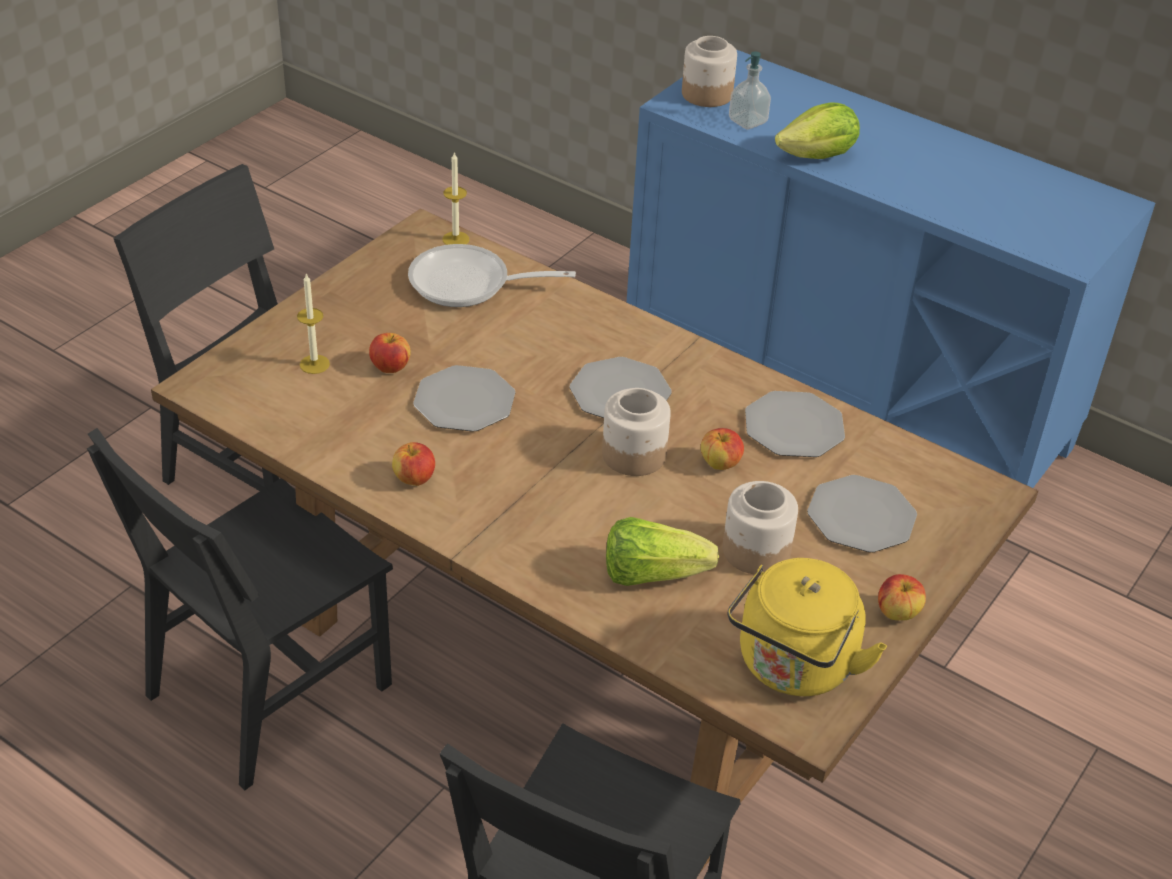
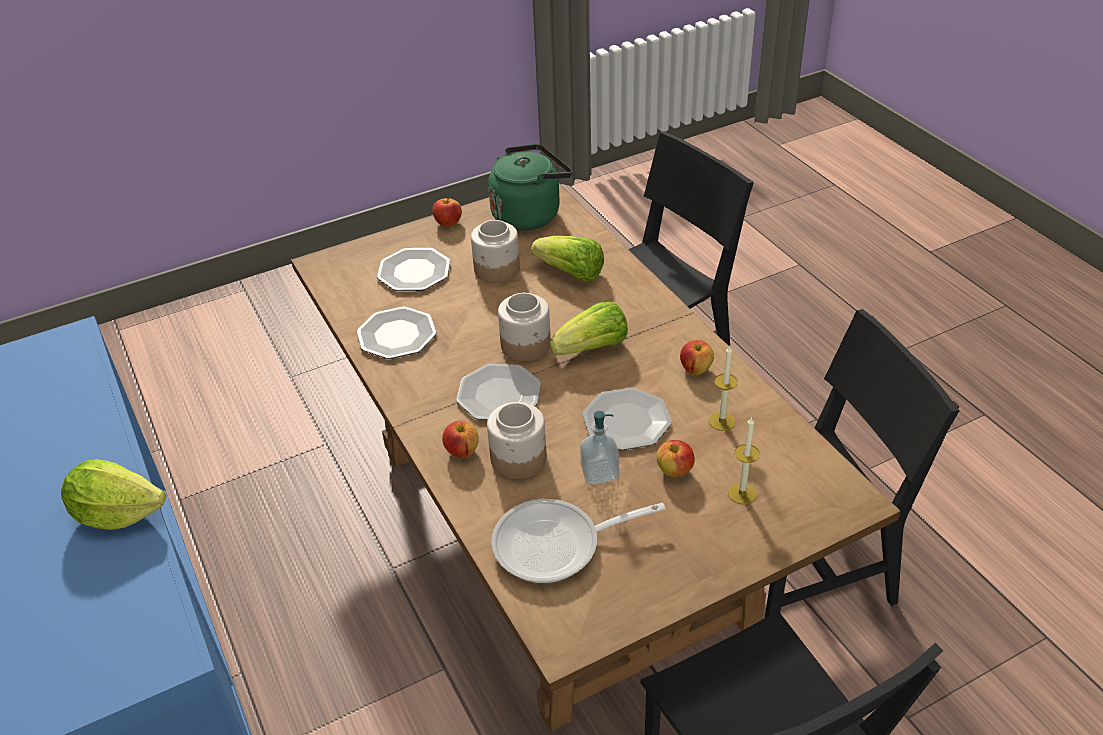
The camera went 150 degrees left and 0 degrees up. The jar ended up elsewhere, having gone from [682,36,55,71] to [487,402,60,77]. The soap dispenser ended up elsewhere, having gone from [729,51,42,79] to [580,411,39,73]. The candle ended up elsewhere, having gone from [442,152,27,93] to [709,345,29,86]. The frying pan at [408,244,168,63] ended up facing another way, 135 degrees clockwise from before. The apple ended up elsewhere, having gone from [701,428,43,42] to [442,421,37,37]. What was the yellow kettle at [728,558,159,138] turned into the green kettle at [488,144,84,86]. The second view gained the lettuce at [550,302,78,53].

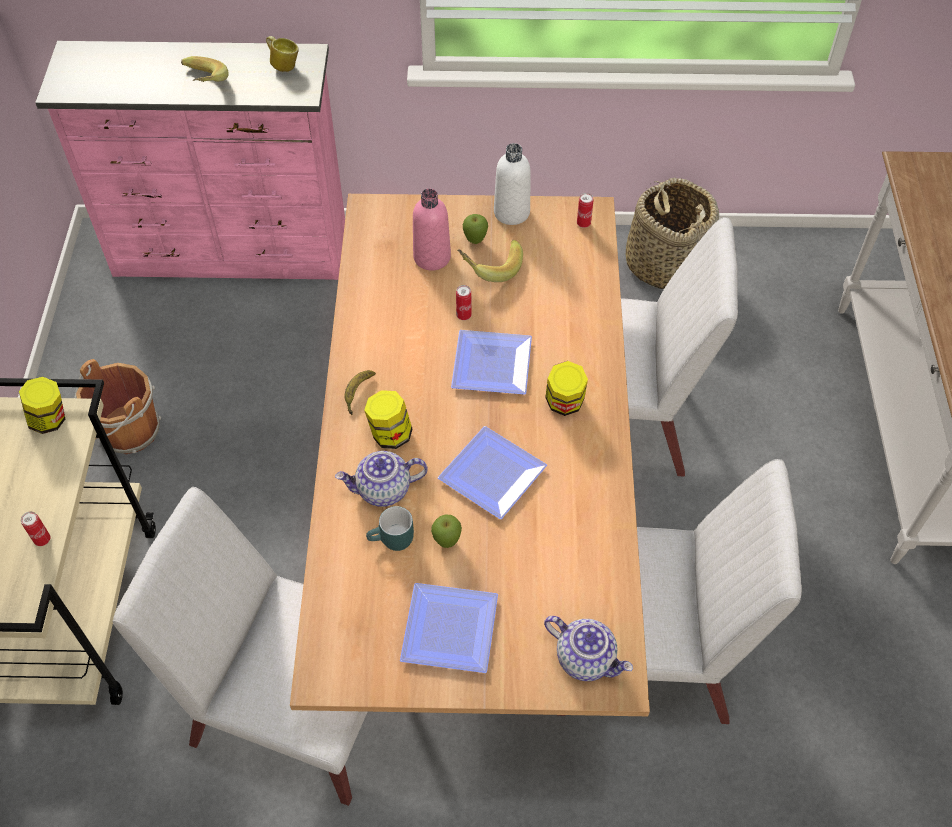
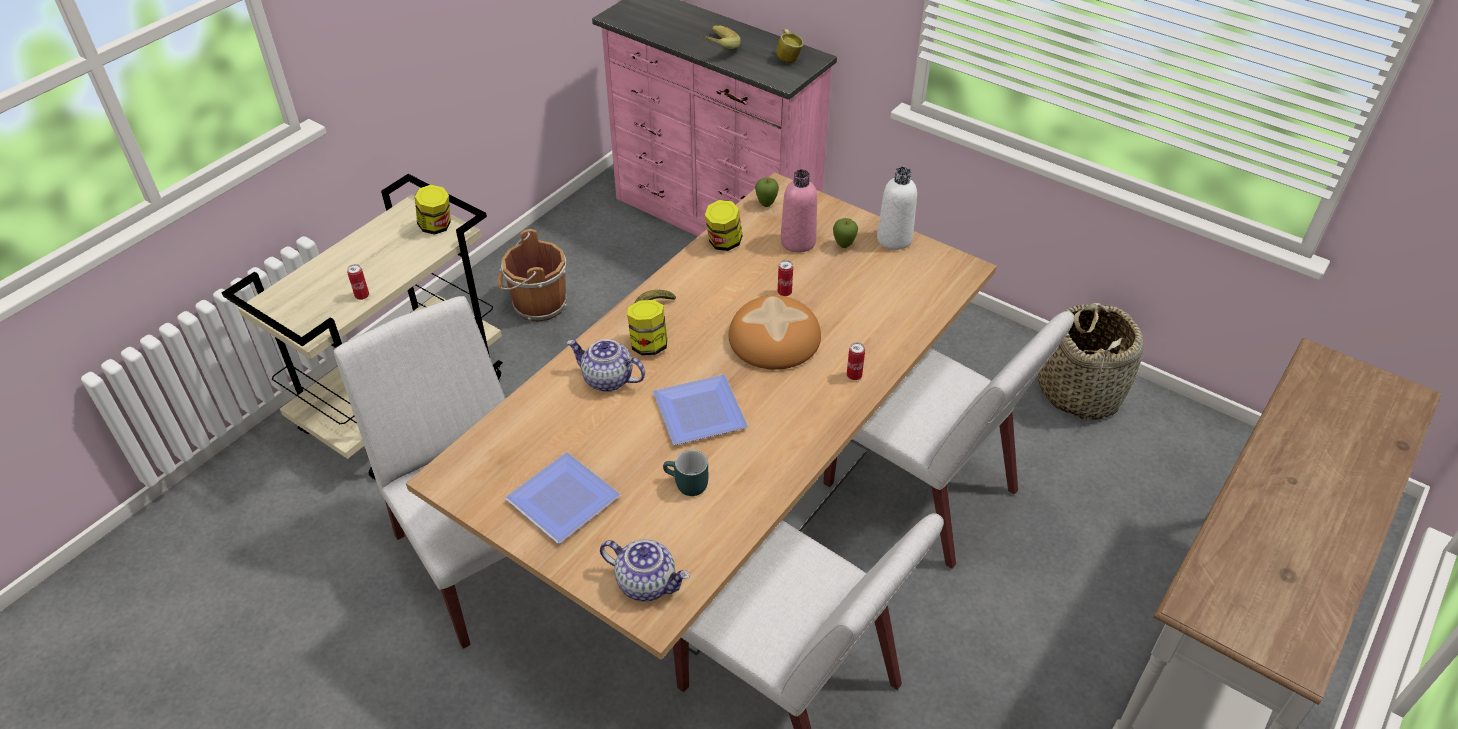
The camera went 35 degrees right and 10 degrees down. The can ended up elsewhere, having gone from [577,193,17,35] to [847,342,18,38]. The second view lost the banana at [457,240,66,42]. Where the plate stood at [451,330,81,65], the bread came to stand at [729,295,92,75]. The jar ended up elsewhere, having gone from [545,361,43,55] to [705,200,38,51]. The turquoise mug ended up elsewhere, having gone from [366,506,48,45] to [663,450,45,46]. The apple ended up elsewhere, having gone from [431,515,31,33] to [755,178,24,29]. The teapot at [544,616,89,65] ended up facing another way, 45 degrees counterclockwise from before.

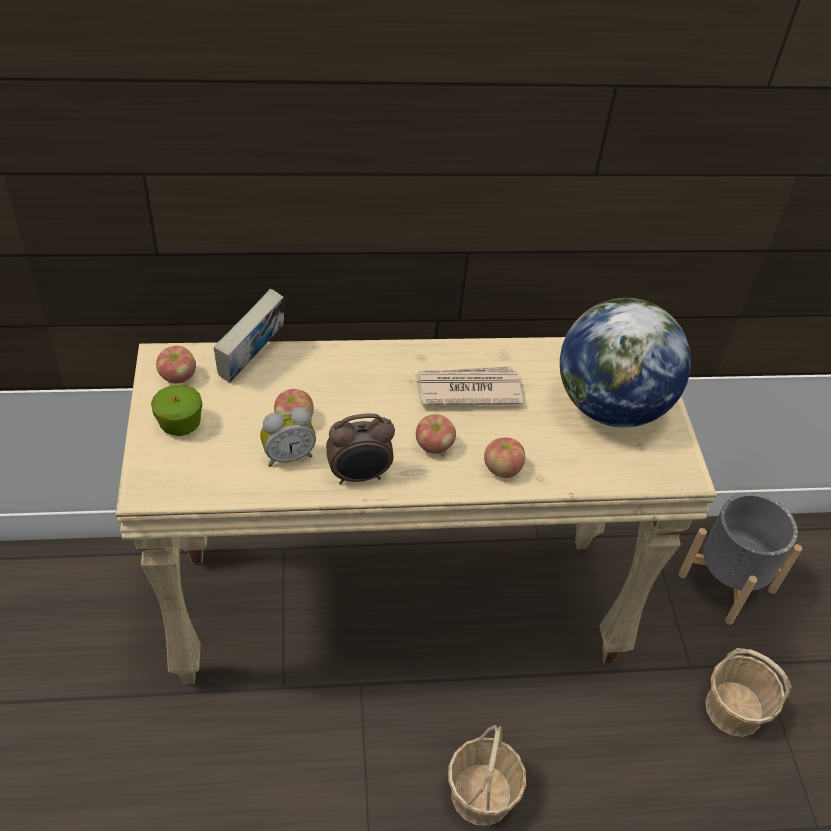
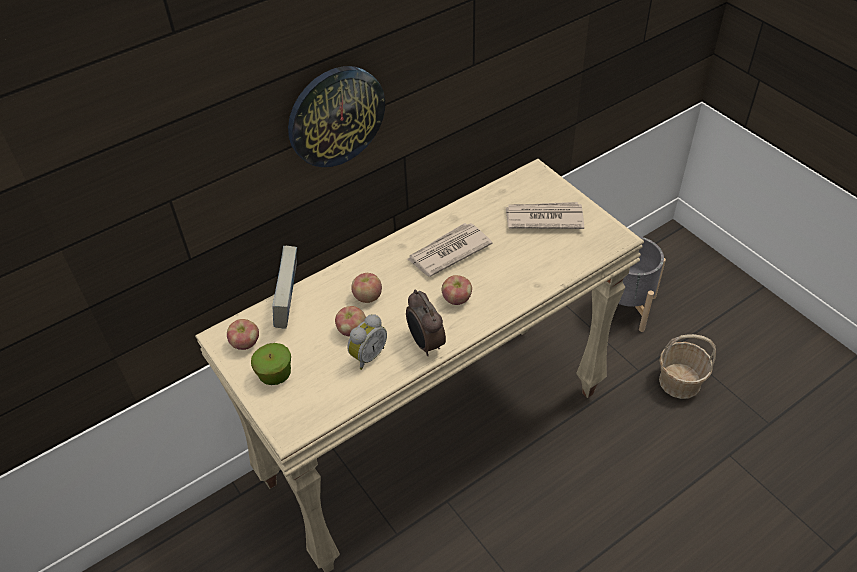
The camera went 25 degrees left and 0 degrees up. Where the globe stood at [560,298,131,129], the newspaper came to stand at [505,202,79,27]. The alarm clock at [326,413,69,71] ended up facing another way, 105 degrees clockwise from before. The apple ended up elsewhere, having gone from [484,437,41,41] to [351,273,31,30]. The second view lost the basket at [448,725,78,101]. The second view gained the wall clock at [288,66,97,101].

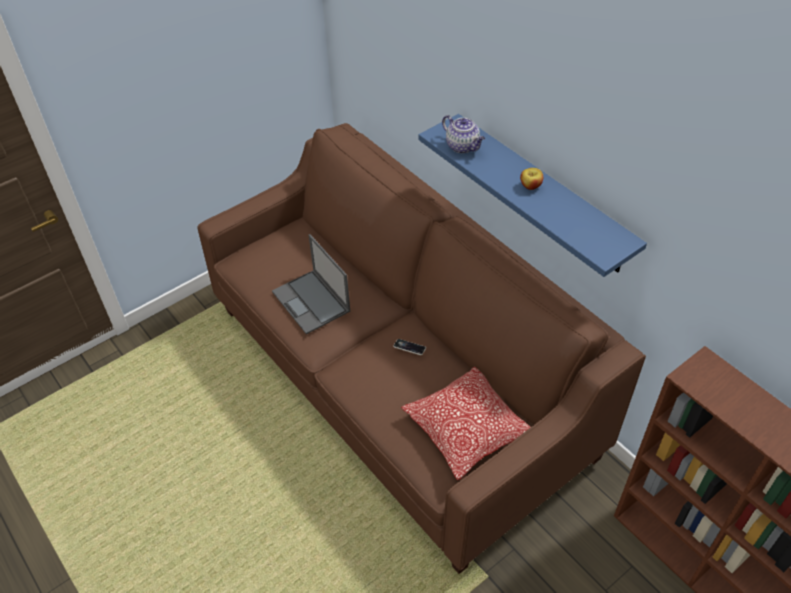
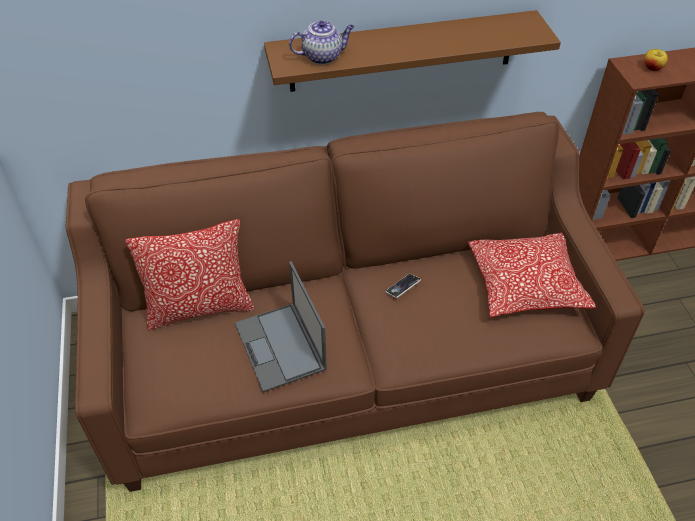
The camera went 65 degrees left and 0 degrees up. What was the blue shelf at [418,114,229,163] turned into the brown shelf at [264,10,297,82]. The apple ended up elsewhere, having gone from [520,168,23,22] to [644,49,24,22]. The laptop at [272,234,78,100] ended up facing another way, 75 degrees clockwise from before. The second view gained the pillow at [126,219,128,111].

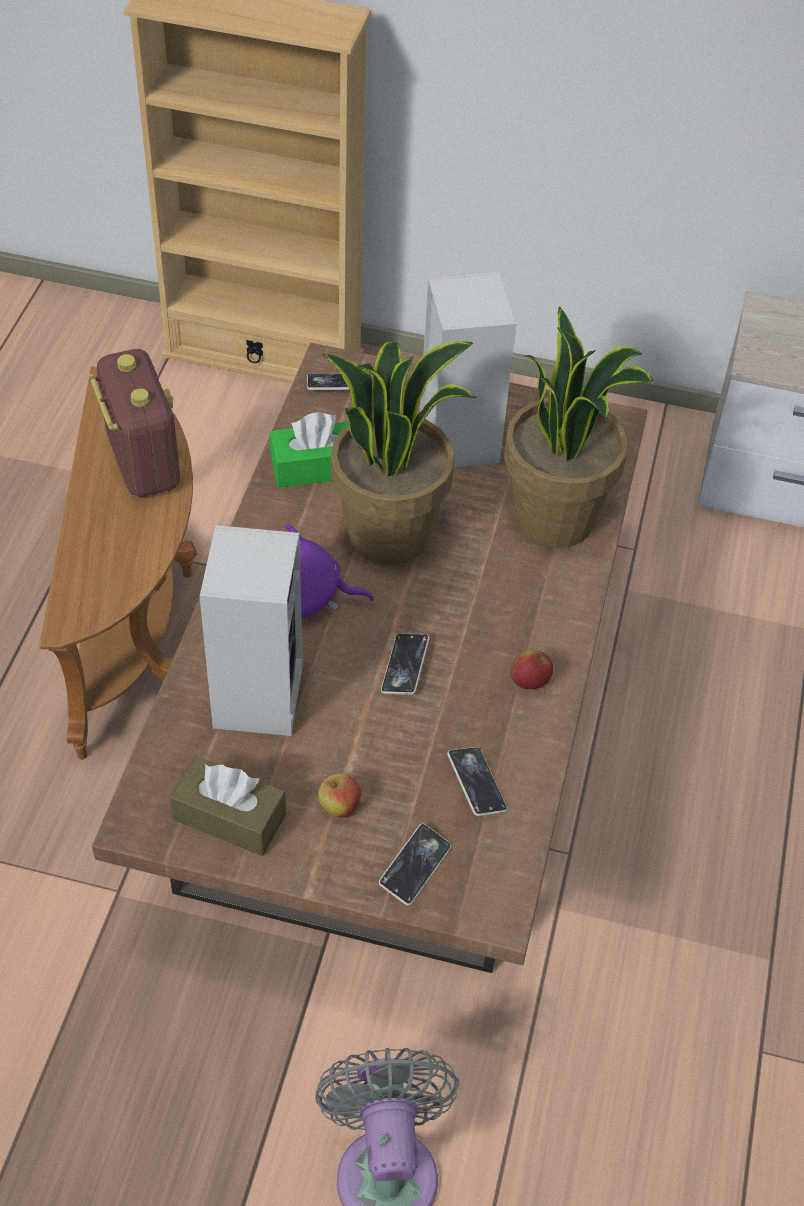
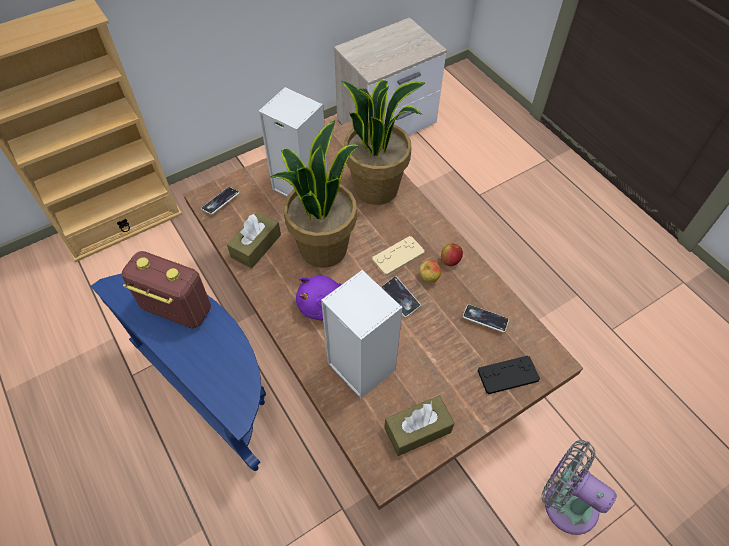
The camera went 45 degrees left and 5 degrees up. What was the brown side table at [39,367,158,393] turned into the blue side table at [90,274,176,197]. What was the green tissue box at [270,412,79,76] turned into the brown tissue box at [227,211,54,58]. The apple ended up elsewhere, having gone from [318,773,43,45] to [419,260,22,22]. Where the phone stood at [378,823,73,82], the black game controller came to stand at [478,356,62,38]. The second view gained the beige game controller at [372,236,53,40].

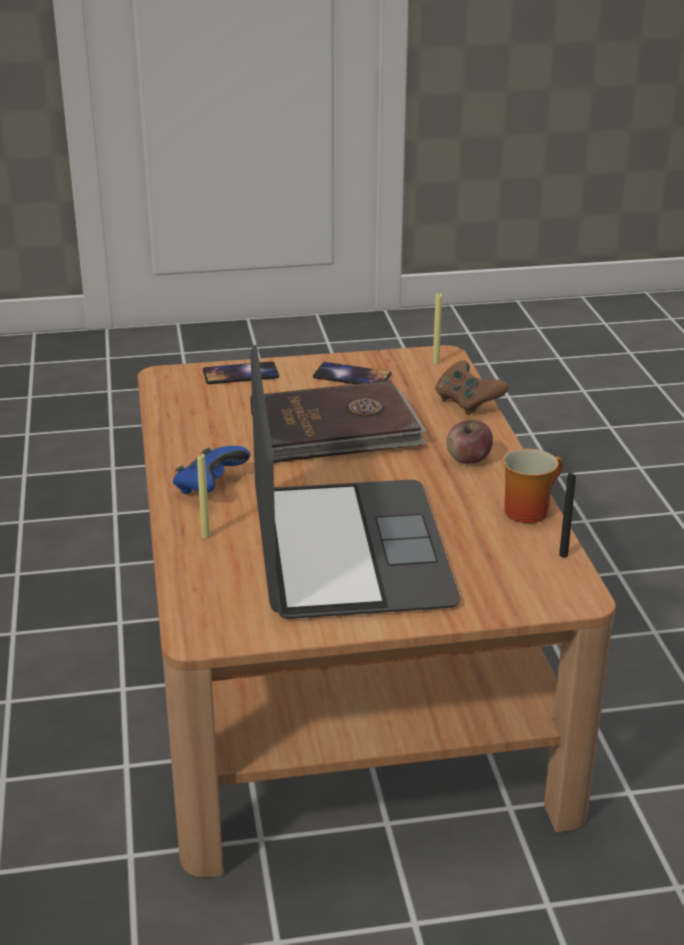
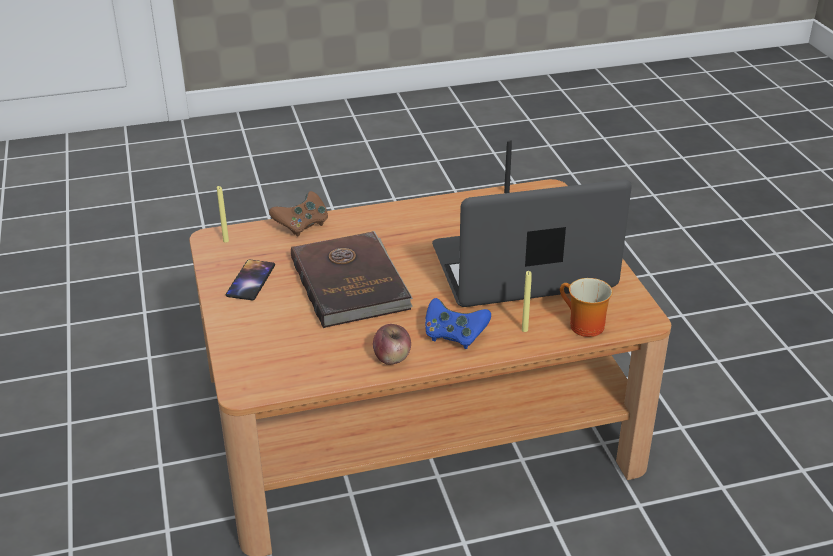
The camera went 95 degrees left and 5 degrees up. The second view lost the phone at [203,361,76,23]. The apple ended up elsewhere, having gone from [446,420,47,44] to [373,324,38,41]. The mug ended up elsewhere, having gone from [503,448,60,75] to [560,278,53,59].

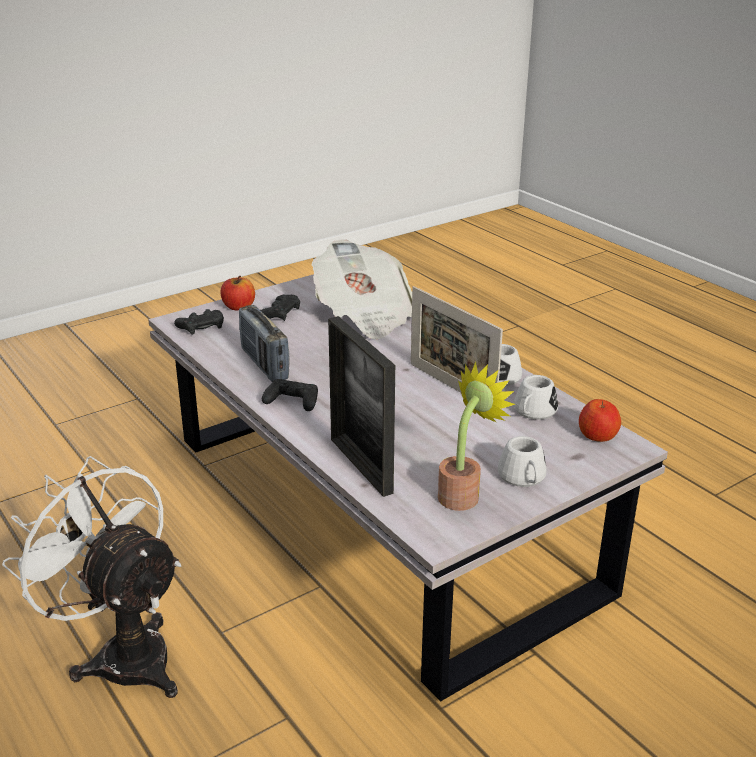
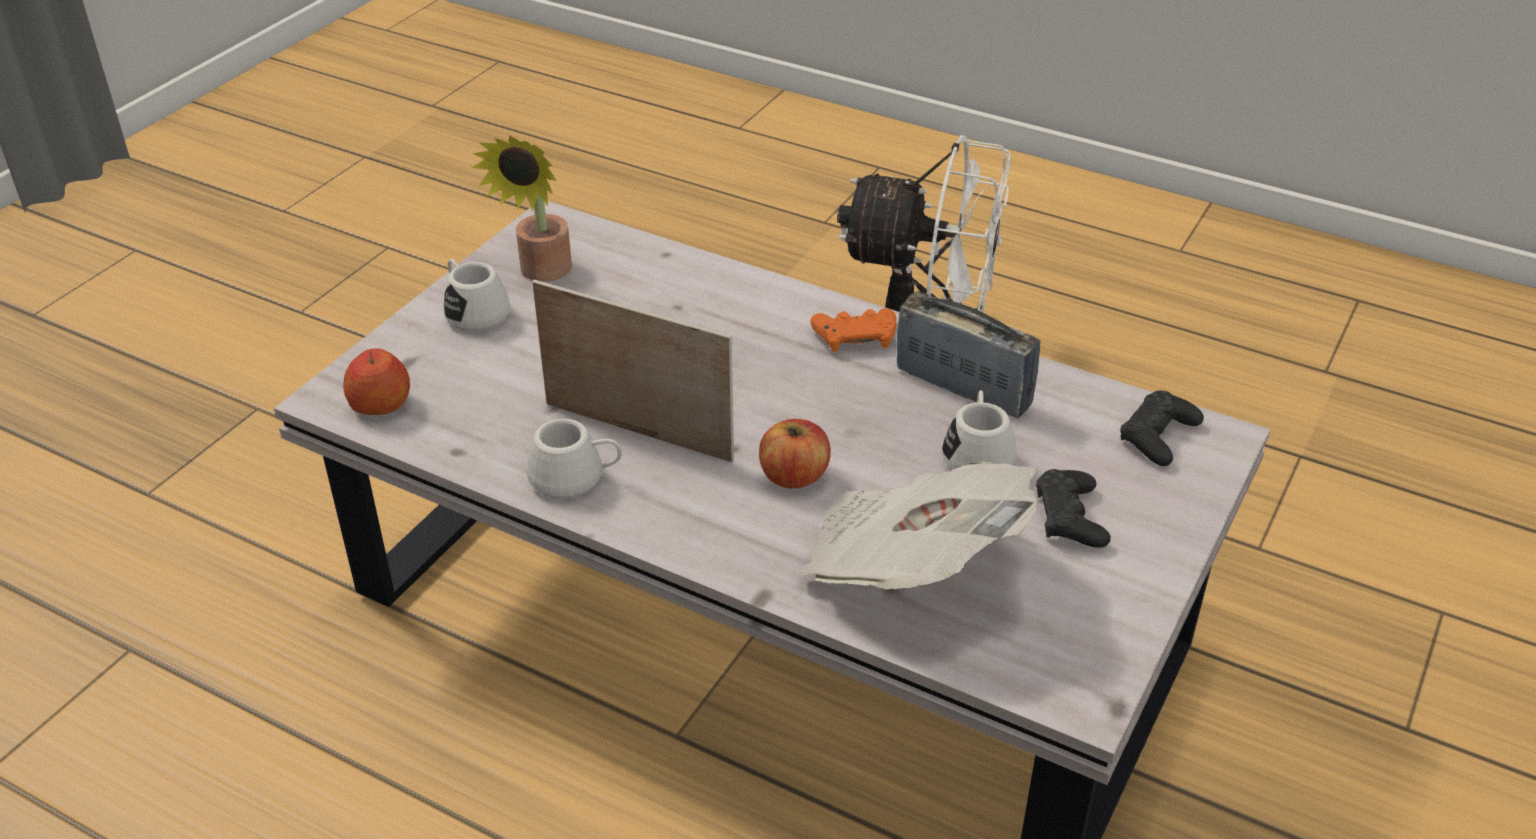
The camera went 155 degrees right and 10 degrees up. The apple ended up elsewhere, having gone from [220,276,35,34] to [759,419,72,69]. The second view lost the picture frame at [328,316,67,181]. The white mug ended up elsewhere, having gone from [514,375,44,45] to [942,390,75,80]. What was the black game controller at [262,379,56,32] turned into the orange game controller at [810,308,87,44].

